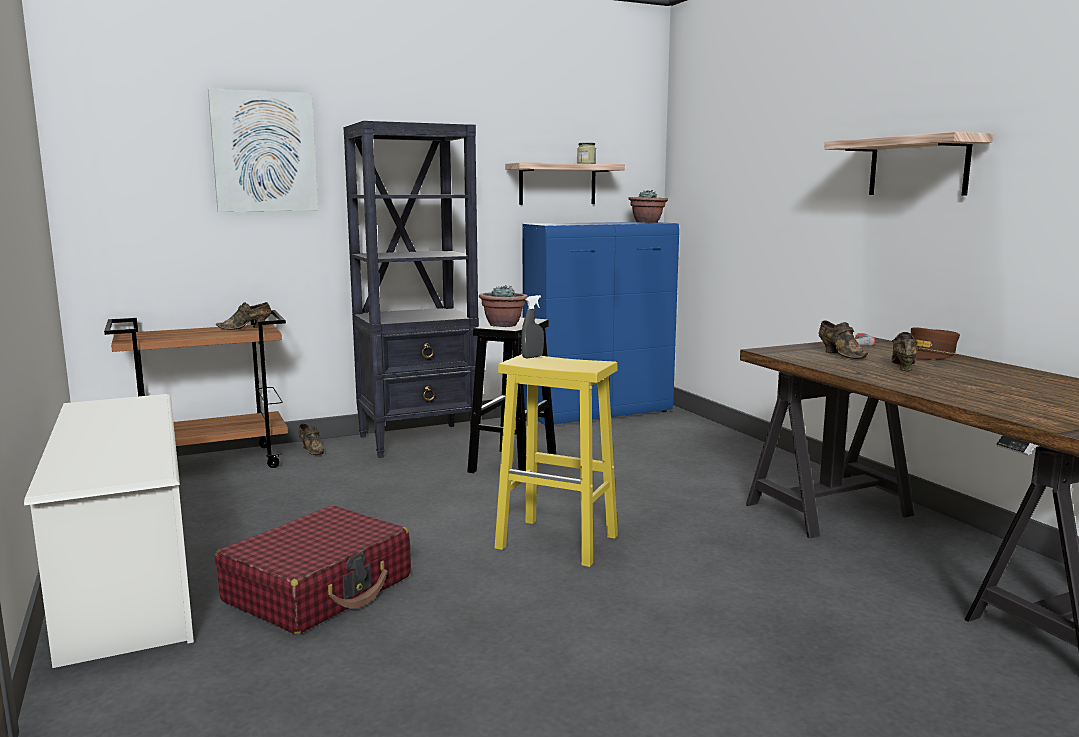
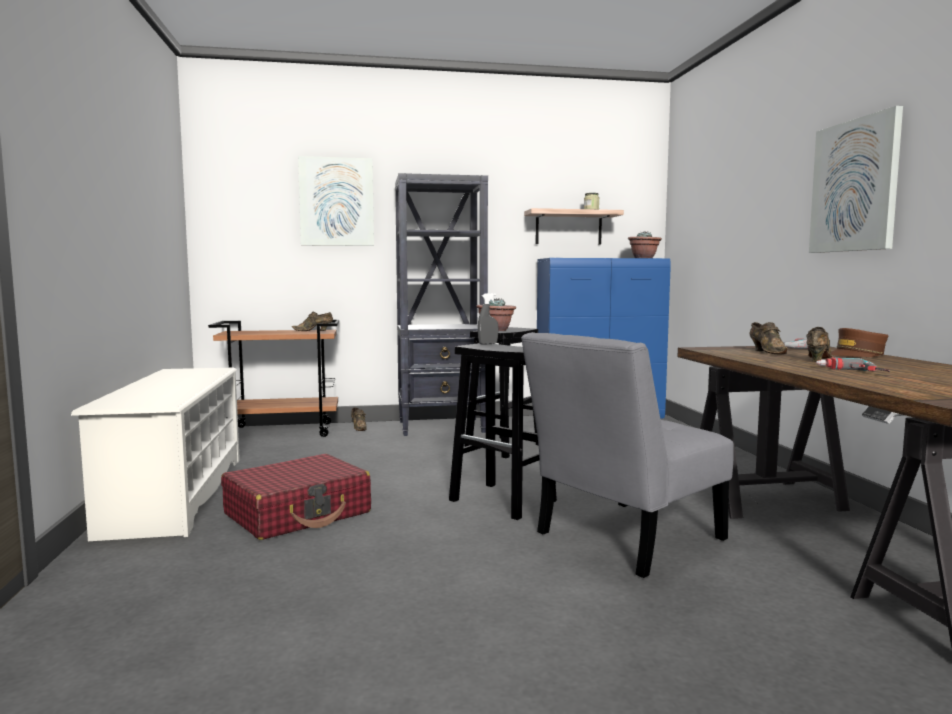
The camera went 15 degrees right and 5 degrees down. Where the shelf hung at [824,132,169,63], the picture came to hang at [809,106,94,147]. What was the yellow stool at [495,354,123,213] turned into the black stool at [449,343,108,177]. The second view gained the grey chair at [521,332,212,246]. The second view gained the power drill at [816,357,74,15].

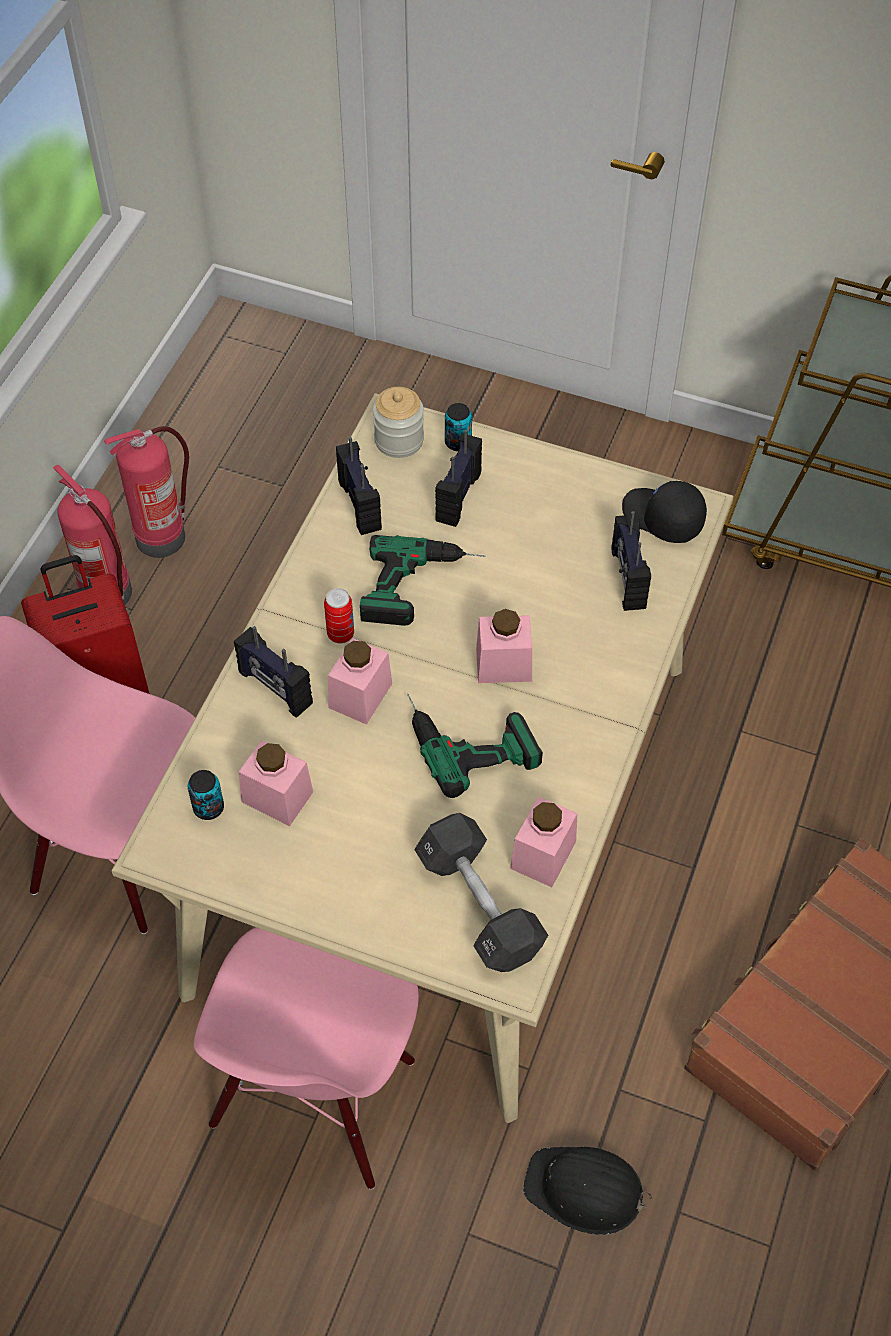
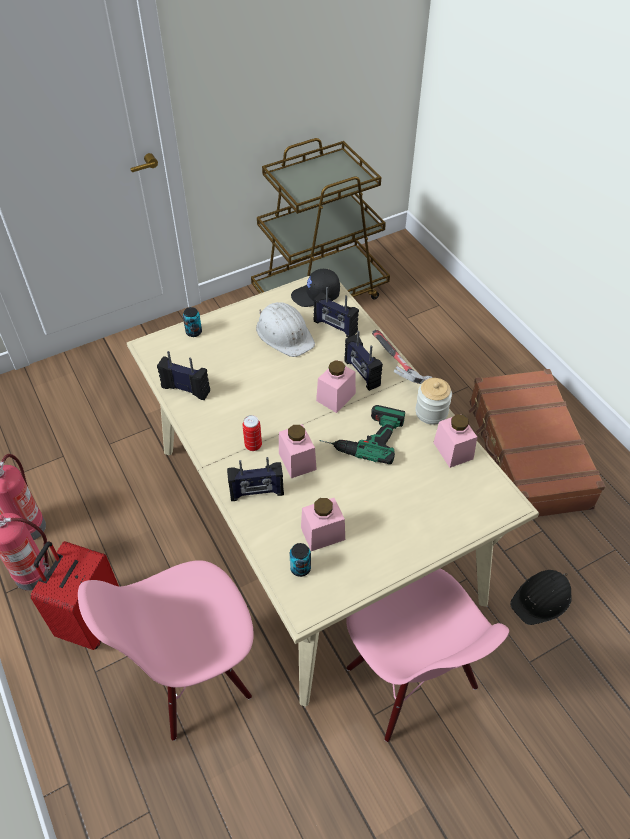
The camera went 50 degrees left and 5 degrees down. The jar ended up elsewhere, having gone from [373,387,51,71] to [415,378,37,47]. The radio ended up elsewhere, having gone from [435,430,47,97] to [344,331,39,60]. The second view lost the power drill at [360,535,126,91]. The second view lost the black dumbbell at [414,813,134,159]. The second view gained the white hard hat at [256,302,59,55]. The second view gained the hammer at [372,330,60,54].

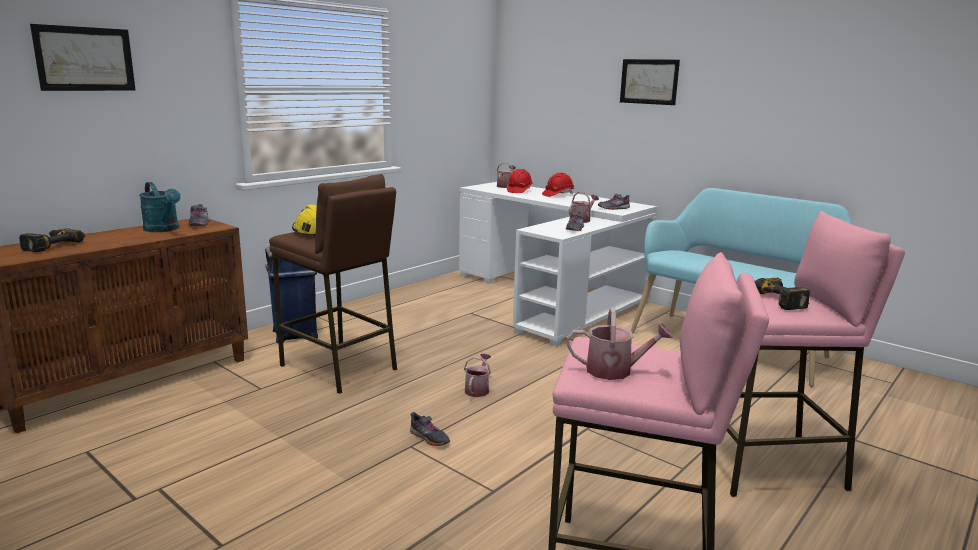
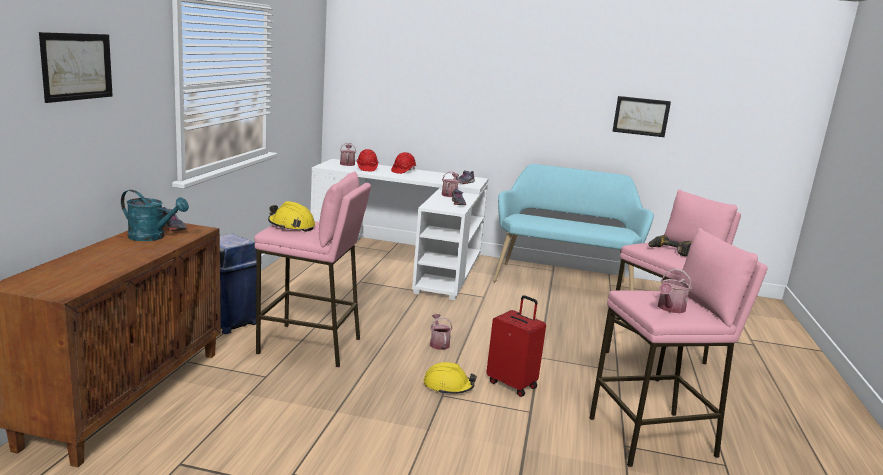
The camera went 30 degrees left and 0 degrees up. The picture ended up elsewhere, having gone from [620,59,60,46] to [612,96,59,41]. What was the brown stool at [269,174,128,220] turned into the pink stool at [254,171,117,197]. The second view lost the power drill at [19,228,66,24]. The watering can at [567,307,106,73] ended up facing another way, 150 degrees clockwise from before. Where the grey shoe stood at [410,412,40,34], the yellow hard hat came to stand at [424,362,53,32]. The second view gained the red suitcase at [487,295,59,102].

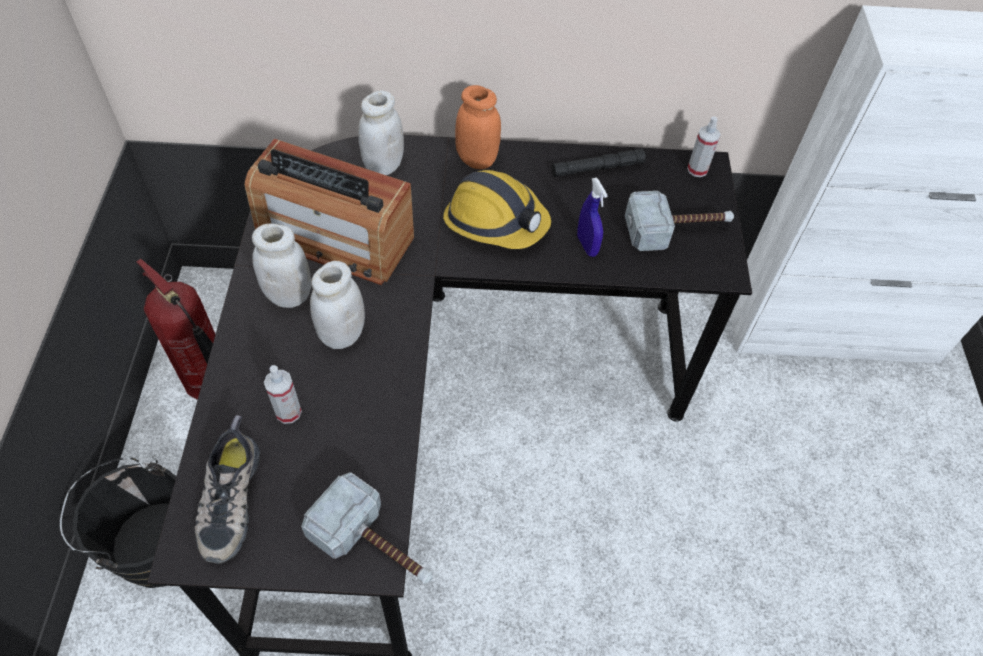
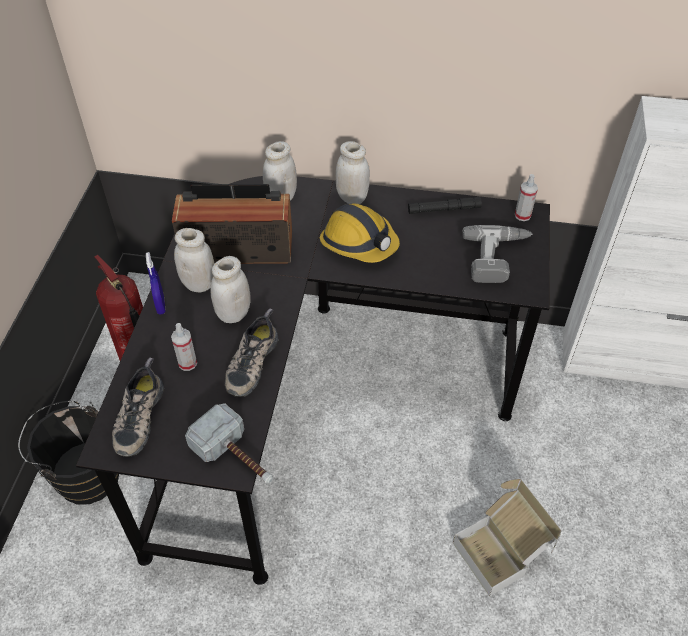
The camera went 10 degrees right and 5 degrees down. What was the orange jar at [455,85,46,84] turned into the white jar at [336,141,34,63]. The radio at [245,139,169,146] ended up facing another way, 150 degrees clockwise from before. The blue spray bottle ended up elsewhere, having gone from [577,178,31,79] to [146,252,20,62]. Where the hammer stood at [625,191,109,60], the power drill came to stand at [462,225,71,58]. The second view gained the shoe at [225,308,54,89]. The second view gained the cardboard box at [453,479,109,118].

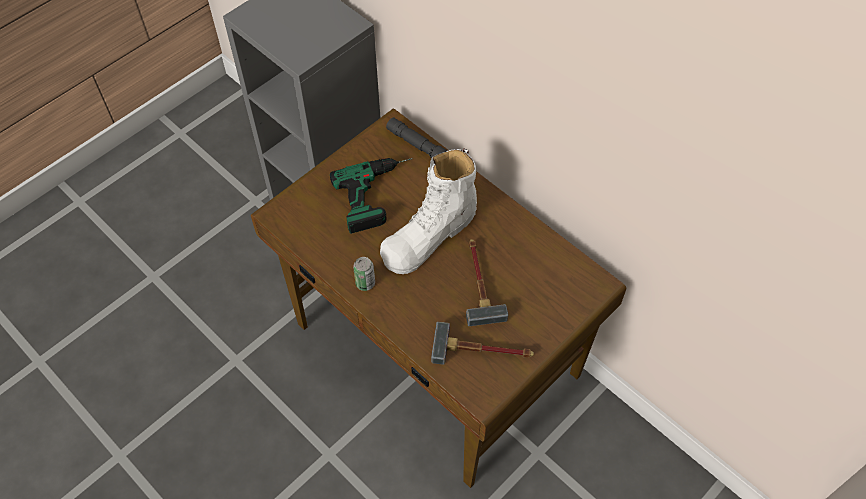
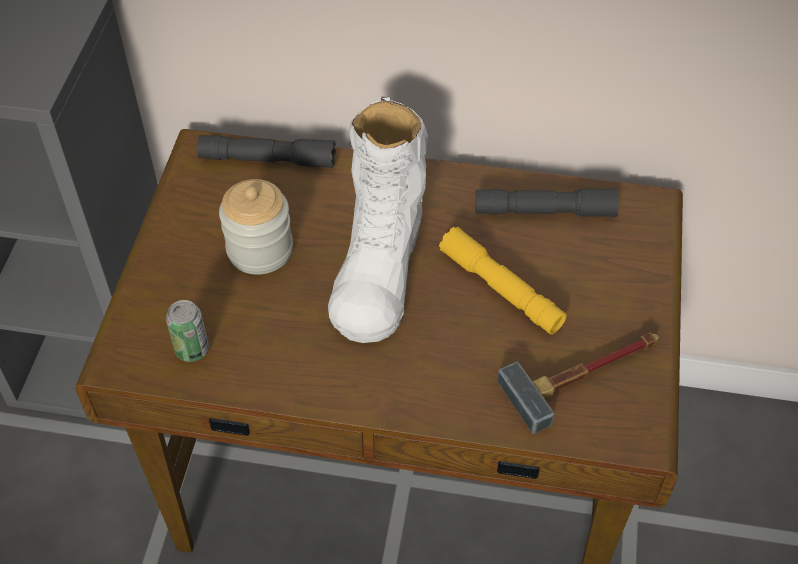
The camera went 35 degrees left and 5 degrees down. Where the power drill stood at [330,158,81,76], the jar came to stand at [219,179,74,96]. Where the hammer stood at [466,239,42,87], the yellow flashlight came to stand at [439,226,128,108]. The can ended up elsewhere, having gone from [353,257,22,34] to [166,300,43,62]. The second view gained the grey flashlight at [475,188,145,29].

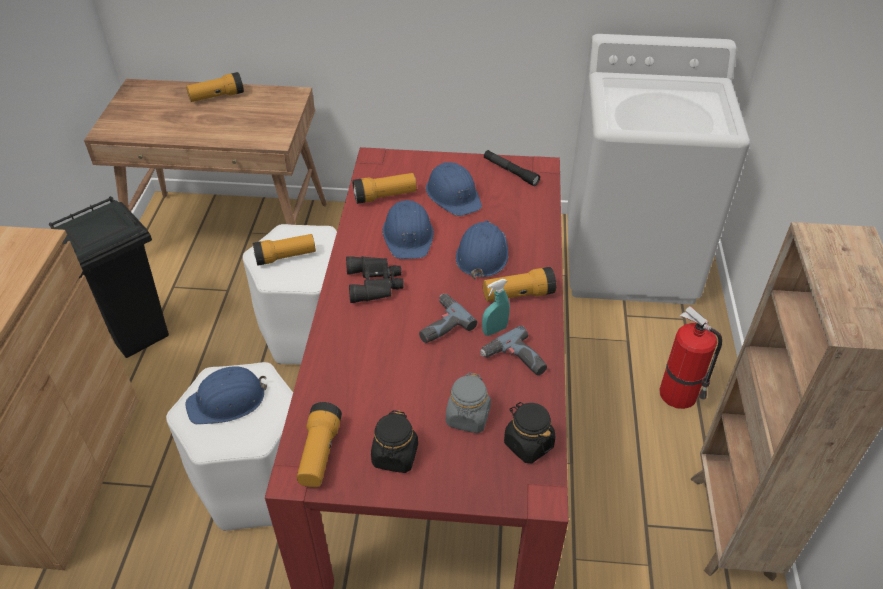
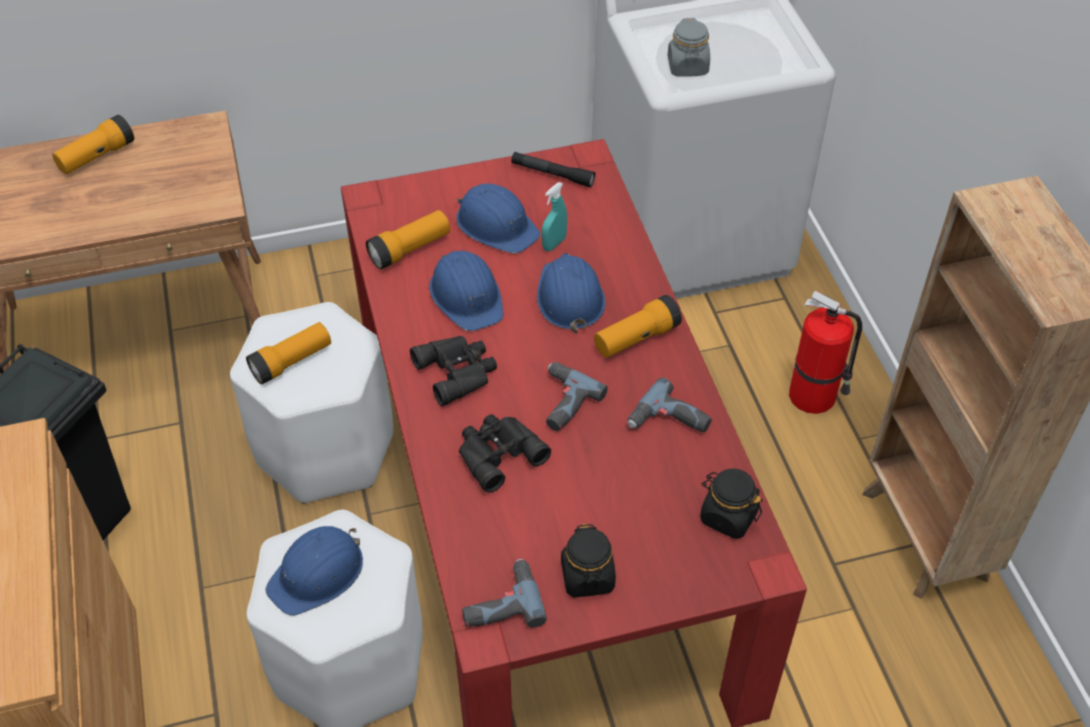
The camera went 20 degrees left and 5 degrees up. The turquoise spray bottle ended up elsewhere, having gone from [482,279,28,57] to [542,182,25,69]. The grey jar ended up elsewhere, having gone from [446,373,45,60] to [668,18,42,59]. Where the flashlight stood at [297,402,45,85], the power drill came to stand at [462,559,85,68]. The second view gained the black binoculars at [459,414,92,79].

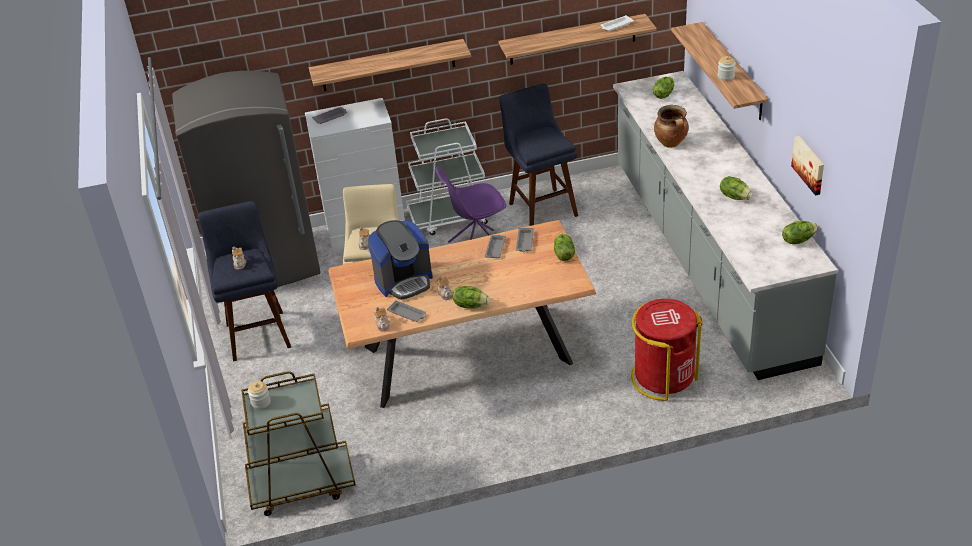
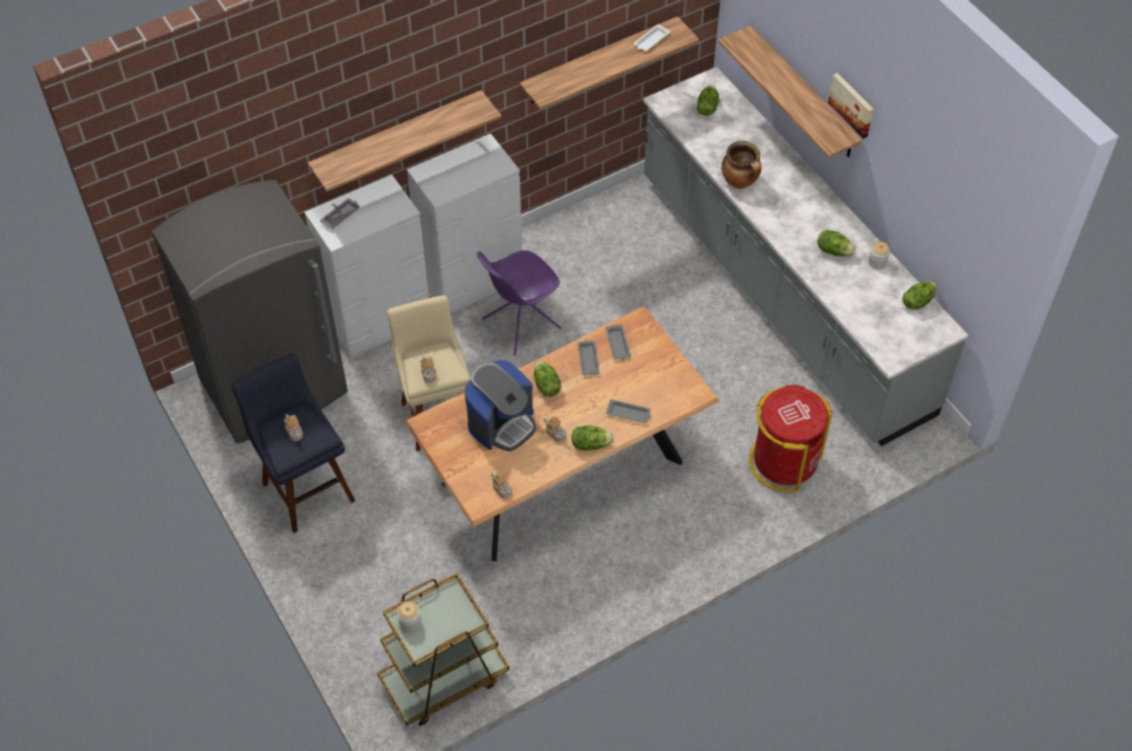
The camera went 20 degrees left and 15 degrees up. The jar ended up elsewhere, having gone from [718,56,18,25] to [868,242,22,27]. The second view lost the blue stool at [499,83,79,143]. Where the white cart stood at [406,118,82,117], the white dresser came to stand at [407,133,115,180]. The picture ended up elsewhere, having gone from [791,136,33,60] to [828,73,46,66]. The lettuce ended up elsewhere, having gone from [554,233,21,28] to [534,361,27,36]. The grey tray ended up elsewhere, having gone from [387,300,39,22] to [606,399,45,24].

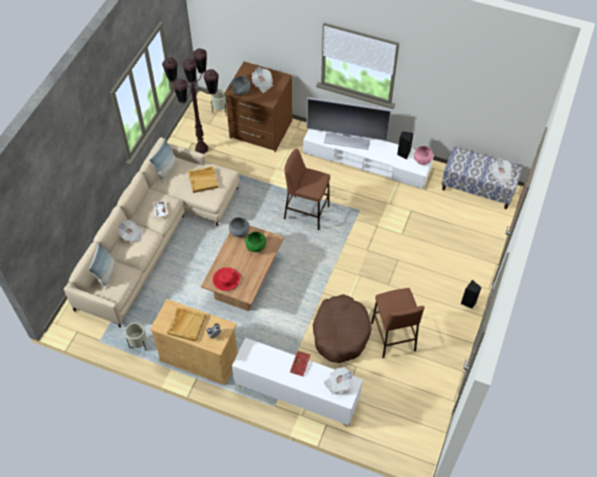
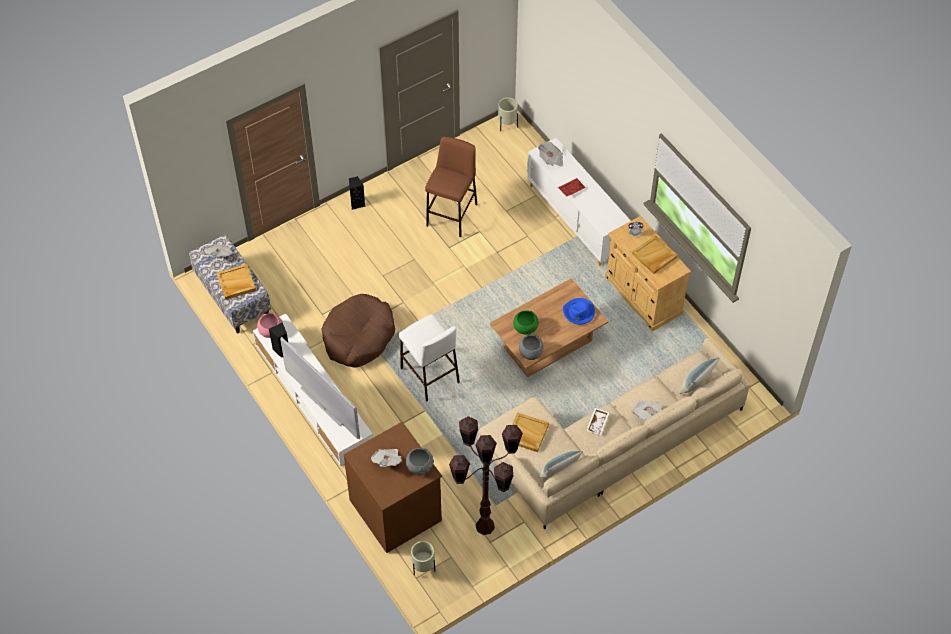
The camera went 145 degrees left and 0 degrees up. What was the brown stool at [284,149,46,81] turned into the white stool at [399,314,61,88]. What was the red hat at [213,267,28,24] turned into the blue hat at [563,298,32,27]. The brown dog bed ended up elsewhere, having gone from [313,294,59,69] to [321,294,74,74]. The beige planter ended up elsewhere, having gone from [125,323,22,27] to [498,97,20,34]. The second view gained the beige tray at [216,264,40,36].

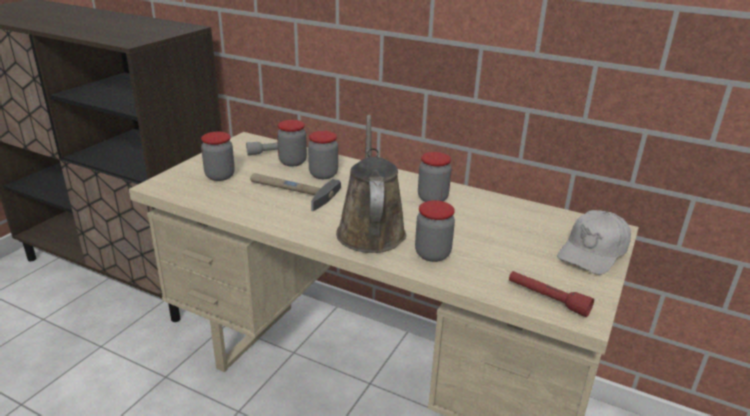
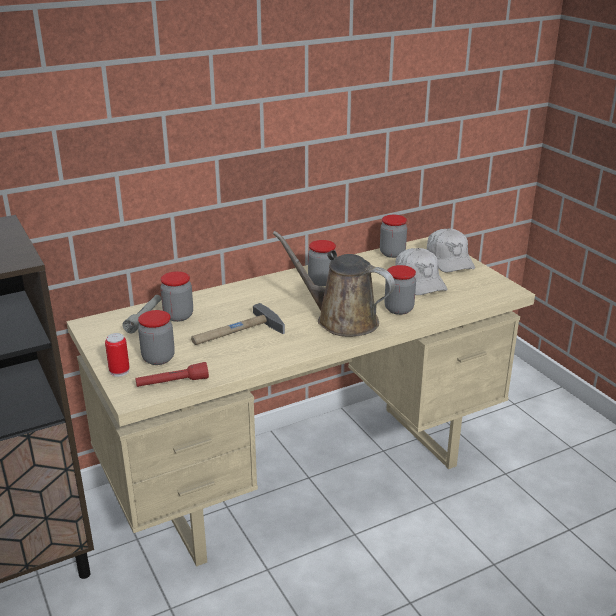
The camera went 55 degrees left and 0 degrees up. The jar ended up elsewhere, having gone from [308,131,30,48] to [380,215,27,43]. The red flashlight ended up elsewhere, having gone from [509,271,85,46] to [135,362,74,25]. The second view gained the white cap at [395,248,52,47]. The second view gained the can at [105,333,25,44].

